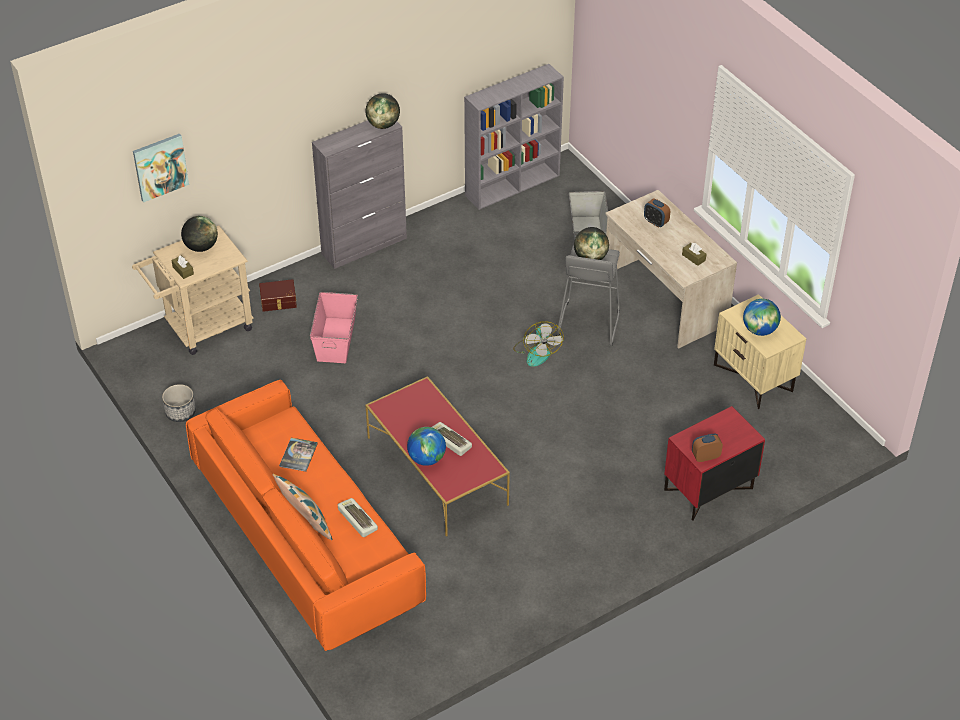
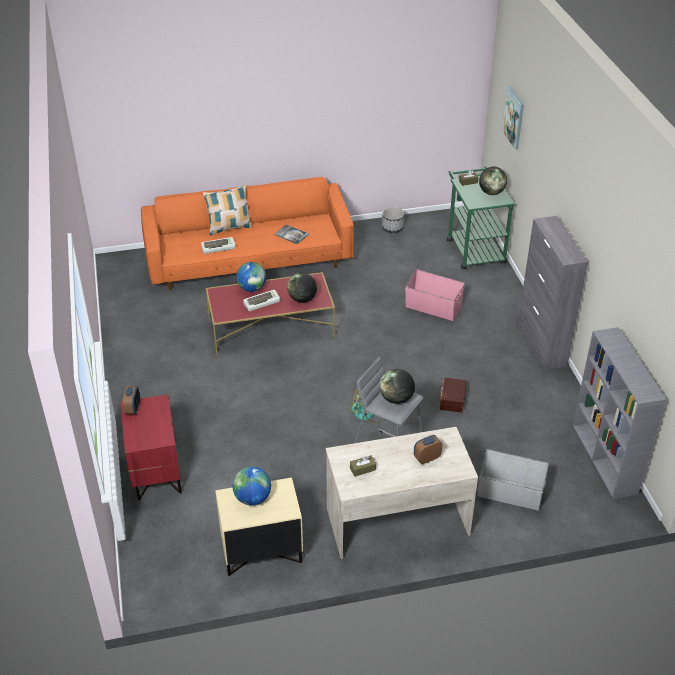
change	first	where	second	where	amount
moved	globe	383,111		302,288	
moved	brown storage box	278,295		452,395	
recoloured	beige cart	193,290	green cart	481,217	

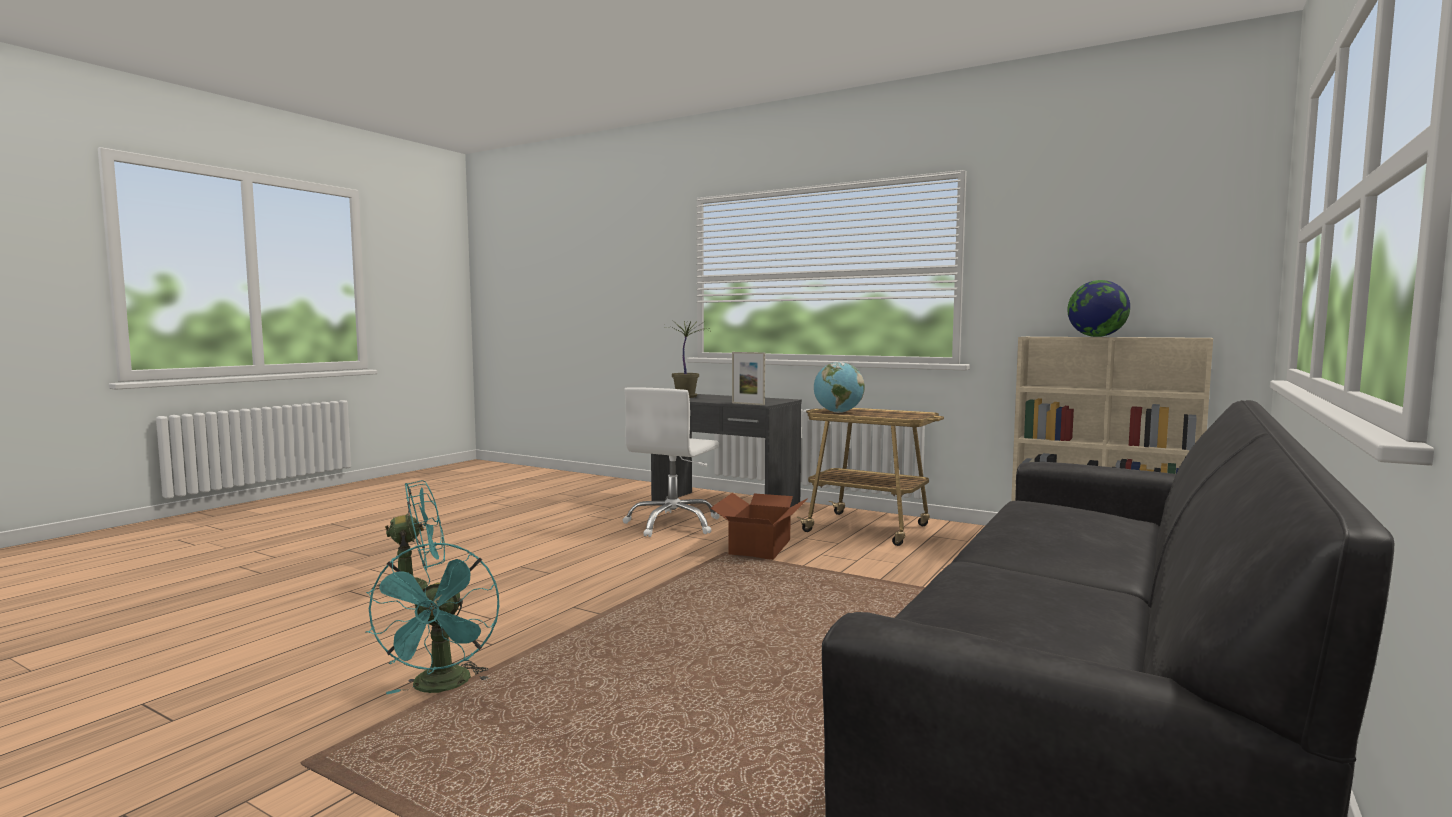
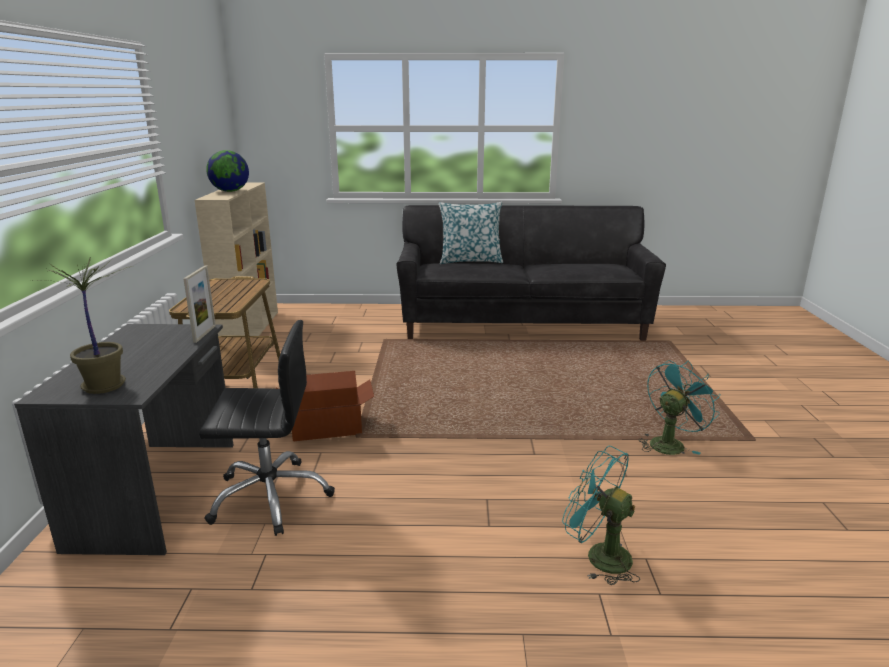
change	first	where	second	where	amount
recoloured	white office chair	671,462	black office chair	267,428	
added			pillow	471,233	
removed	globe	839,387			

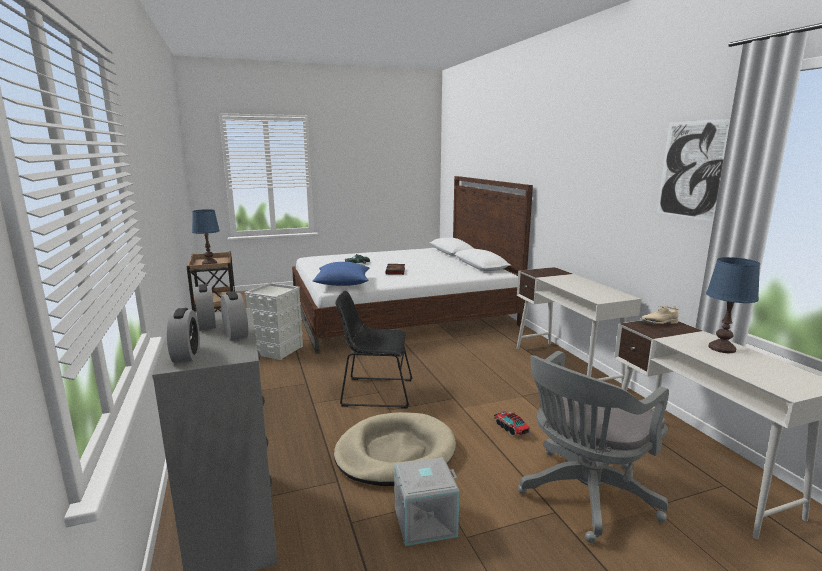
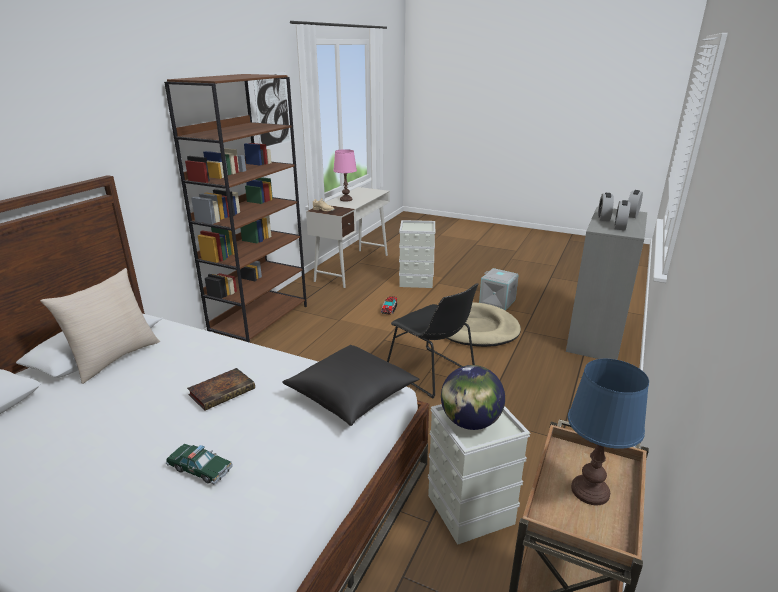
change	first	where	second	where	amount
added			beige pillow	100,326	
replaced	white desk	579,325	brown bookcase	235,208	
recoloured	blue pillow	341,274	black pillow	351,385	
recoloured	blue table lamp	733,305	pink table lamp	345,175	
replaced	grey office chair	593,447	grey storage box	417,254	
added			globe	473,397	

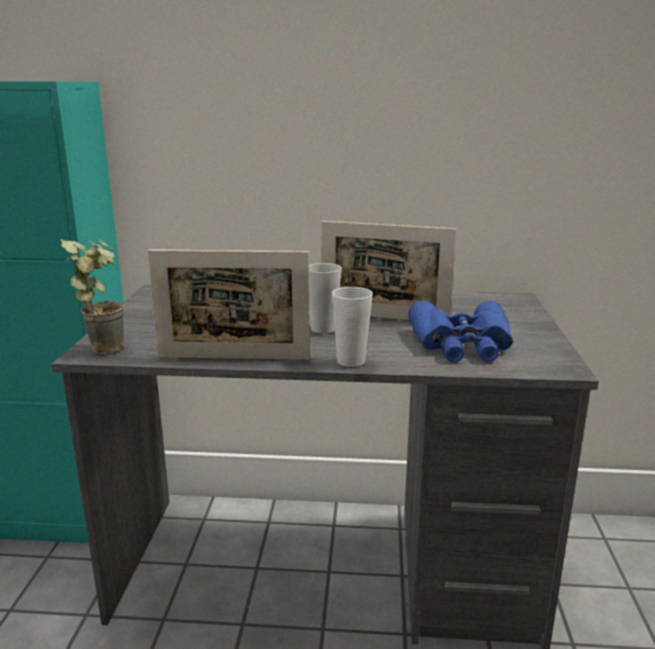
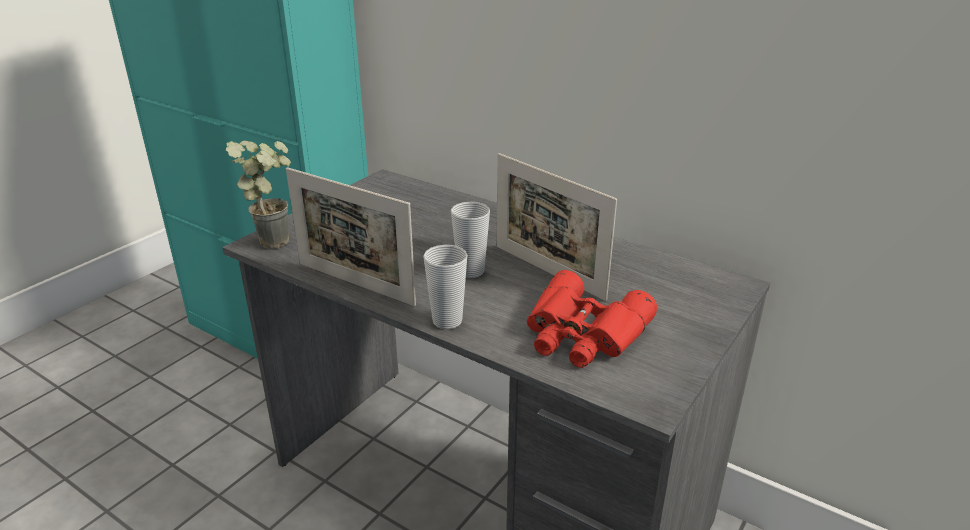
change	first	where	second	where	amount
recoloured	blue binoculars	461,331	red binoculars	592,319	

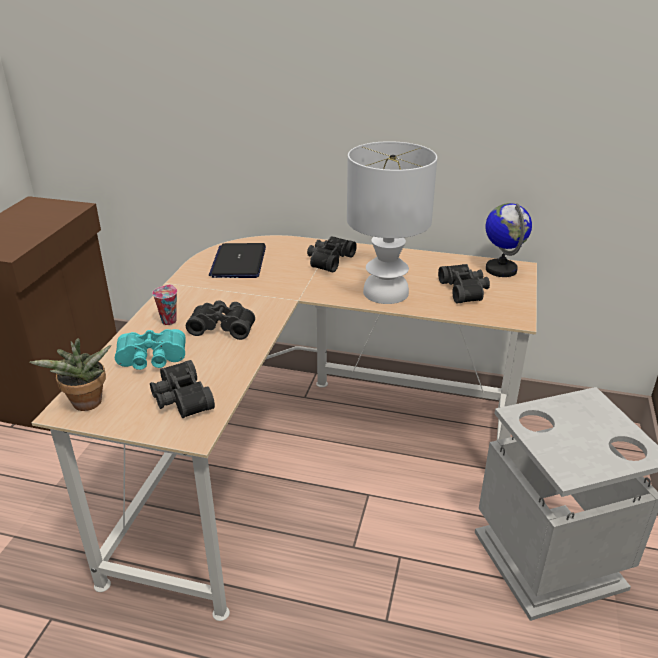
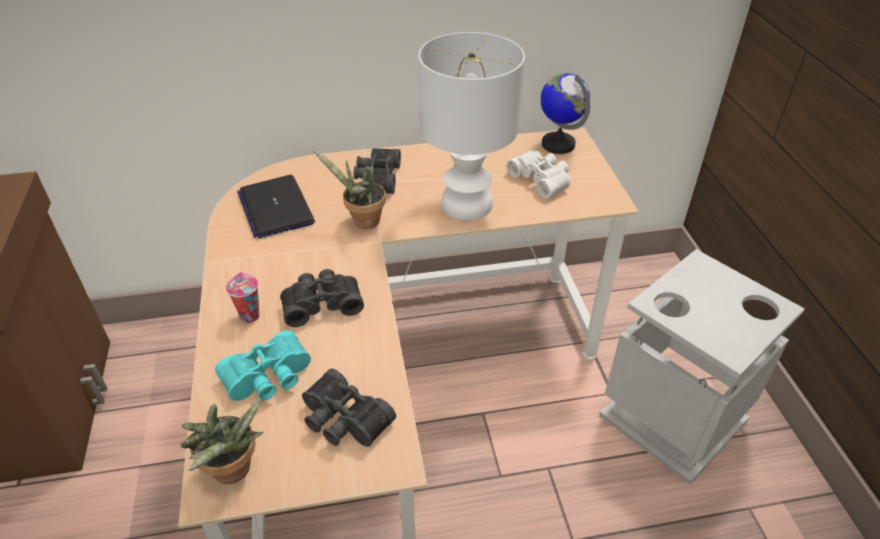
change	first	where	second	where	amount
added			potted plant	349,189	
recoloured	black binoculars	464,283	white binoculars	539,175	

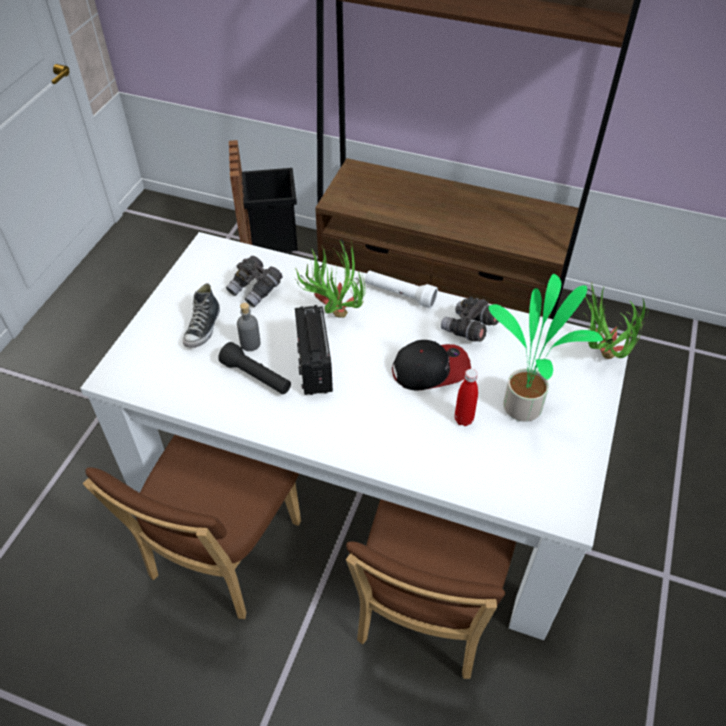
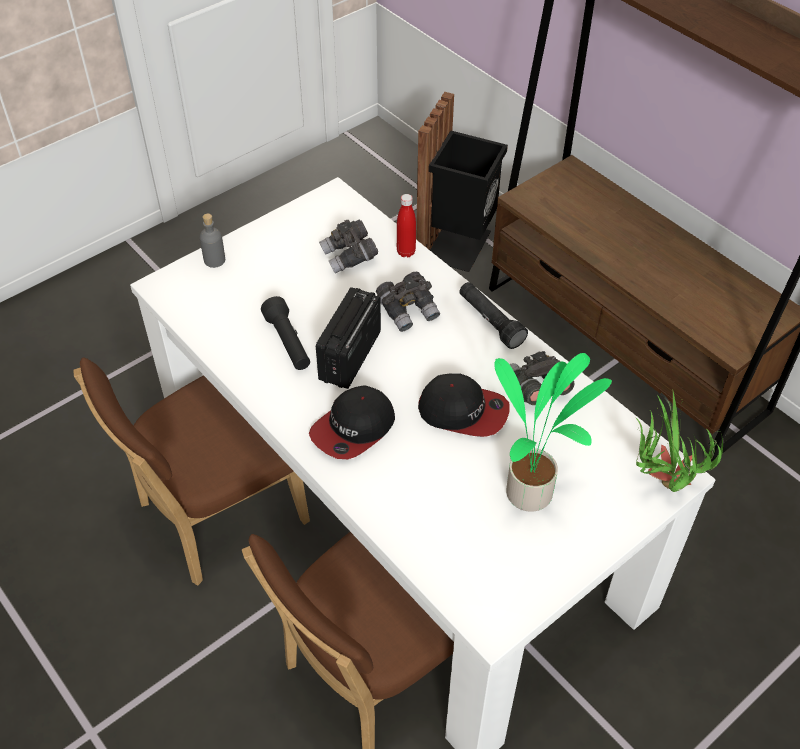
change	first	where	second	where	amount
moved	grey bottle	249,327		212,241	
added			cap	352,422	
replaced	potted plant	330,278	grey binoculars	408,302	
moved	red bottle	466,397		406,225	
recoloured	white flashlight	401,289	black flashlight	493,315	
removed	shoe	201,315			

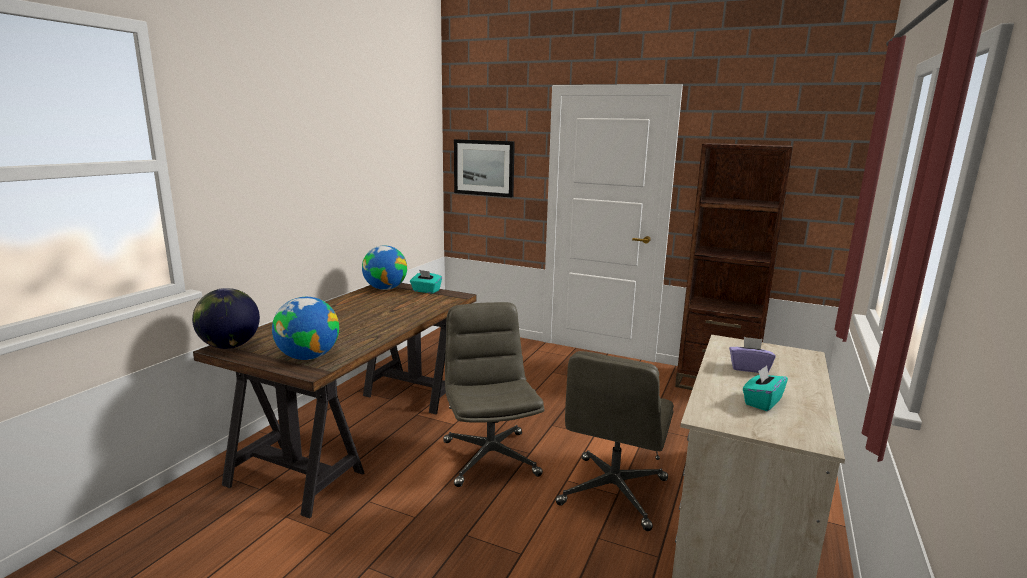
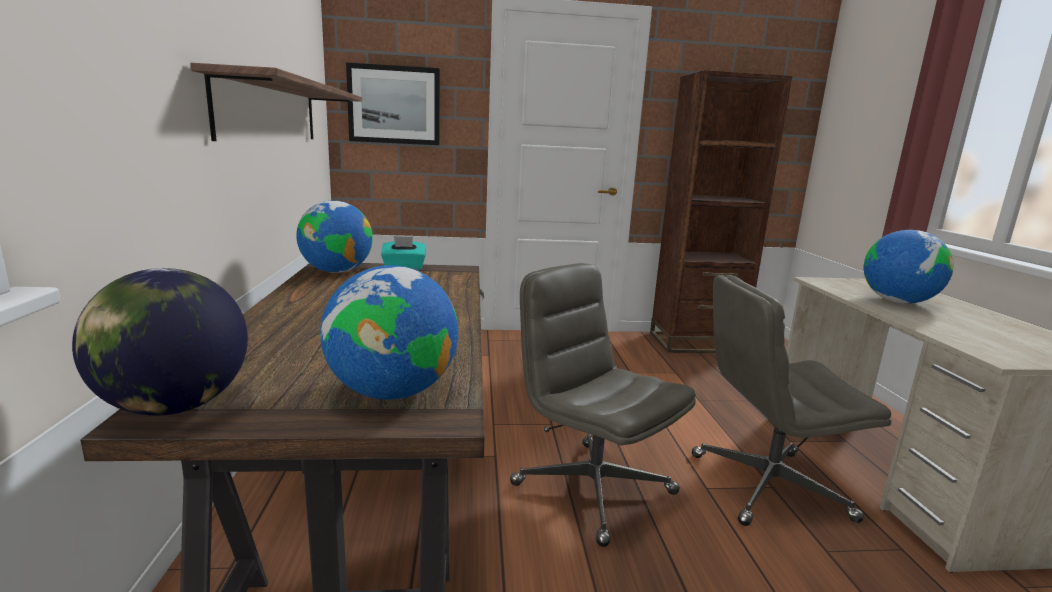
change	first	where	second	where	amount
added			shelf	276,102	
turned	grey office chair	615,441		791,400	90 degrees clockwise
replaced	purple tissue box	752,355	globe	909,267	
removed	turquoise tissue box	765,388			

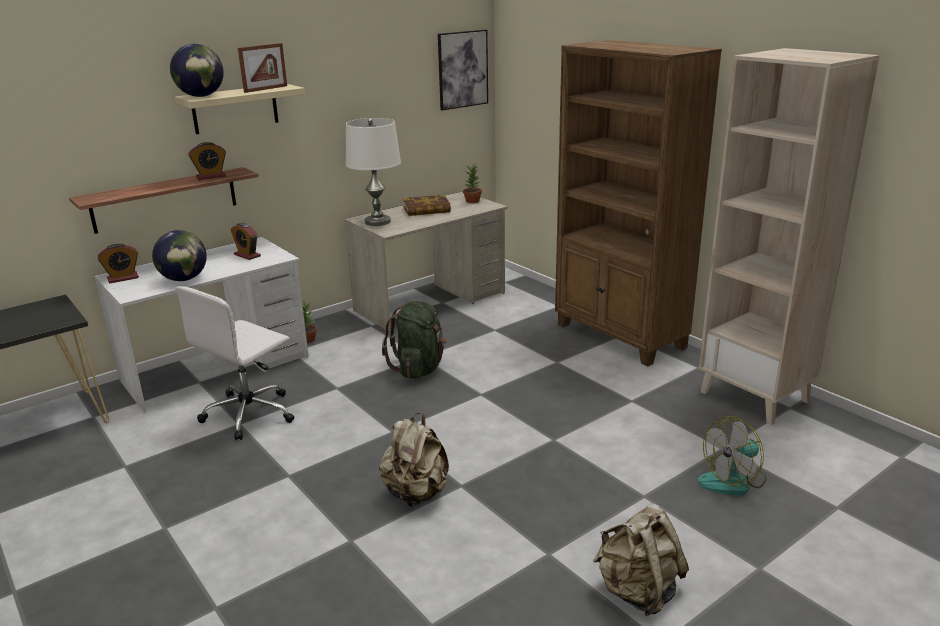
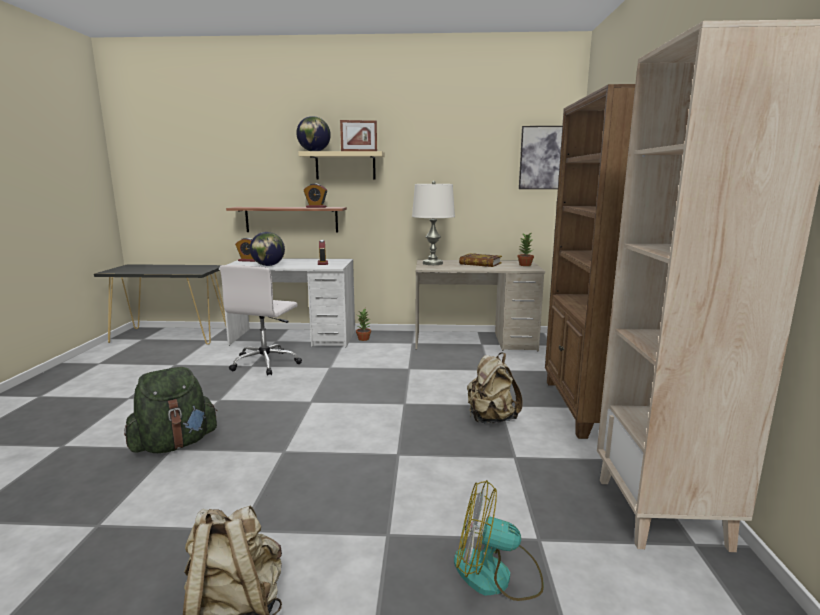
change	first	where	second	where	amount
moved	green backpack	414,340		171,410	
turned	white office chair	235,363		261,320	60 degrees counterclockwise
moved	beige backpack	414,460		495,387	

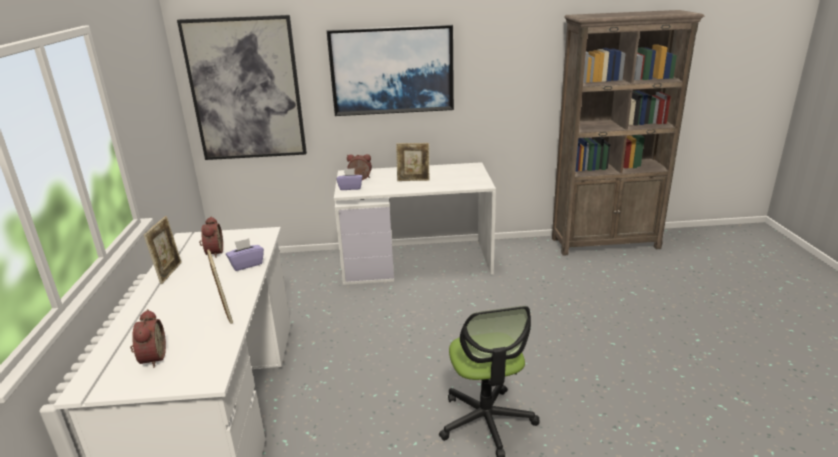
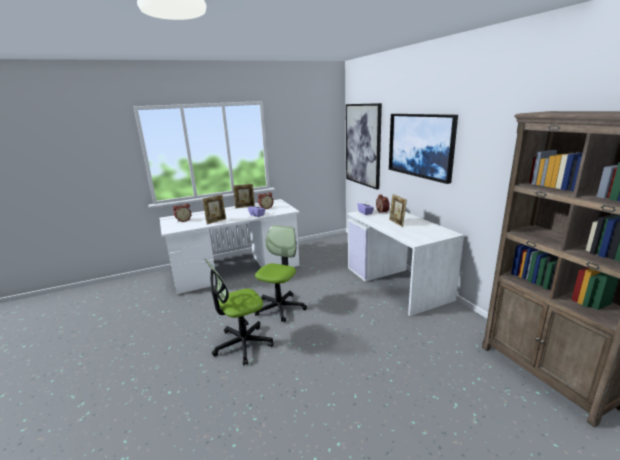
change	first	where	second	where	amount
added			office chair	281,273	

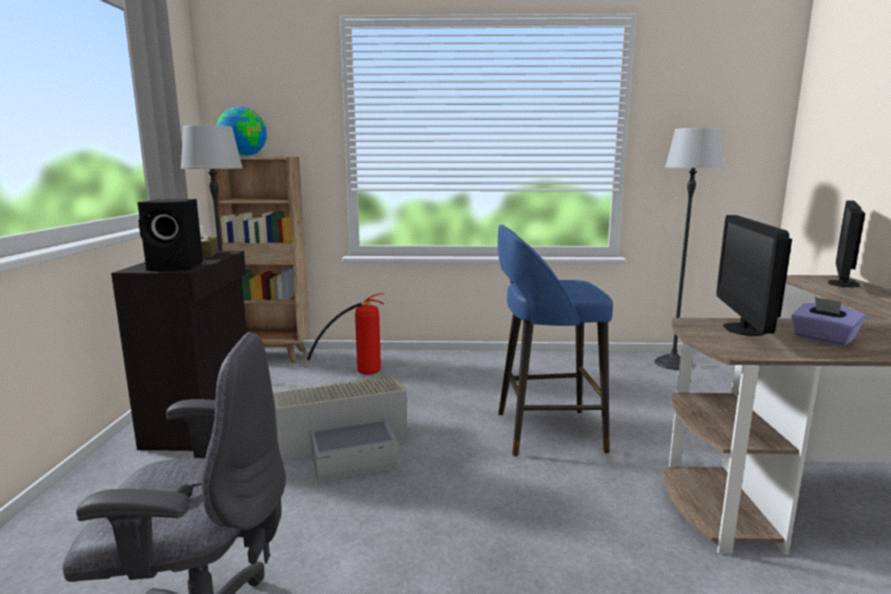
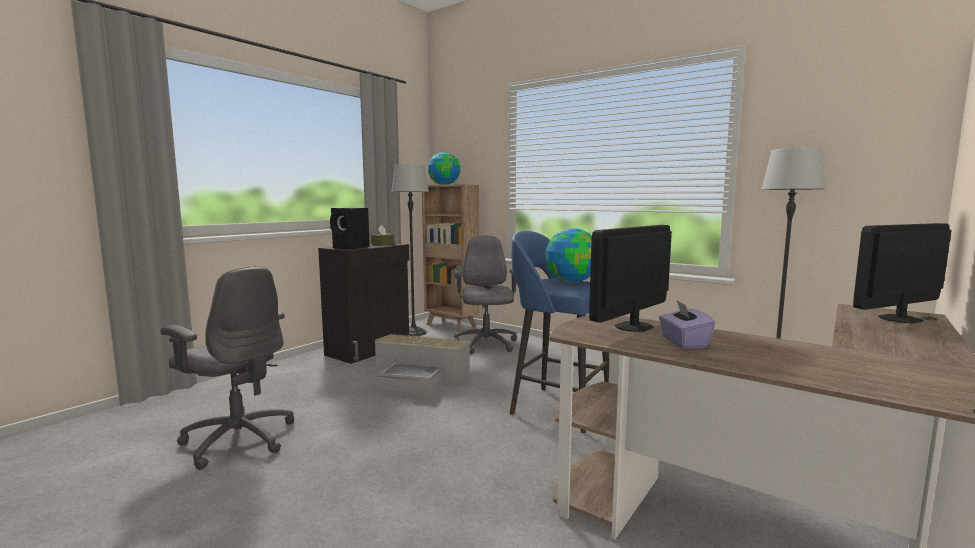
change	first	where	second	where	amount
replaced	fire extinguisher	344,334	grey office chair	485,295	
added			globe	569,255	

